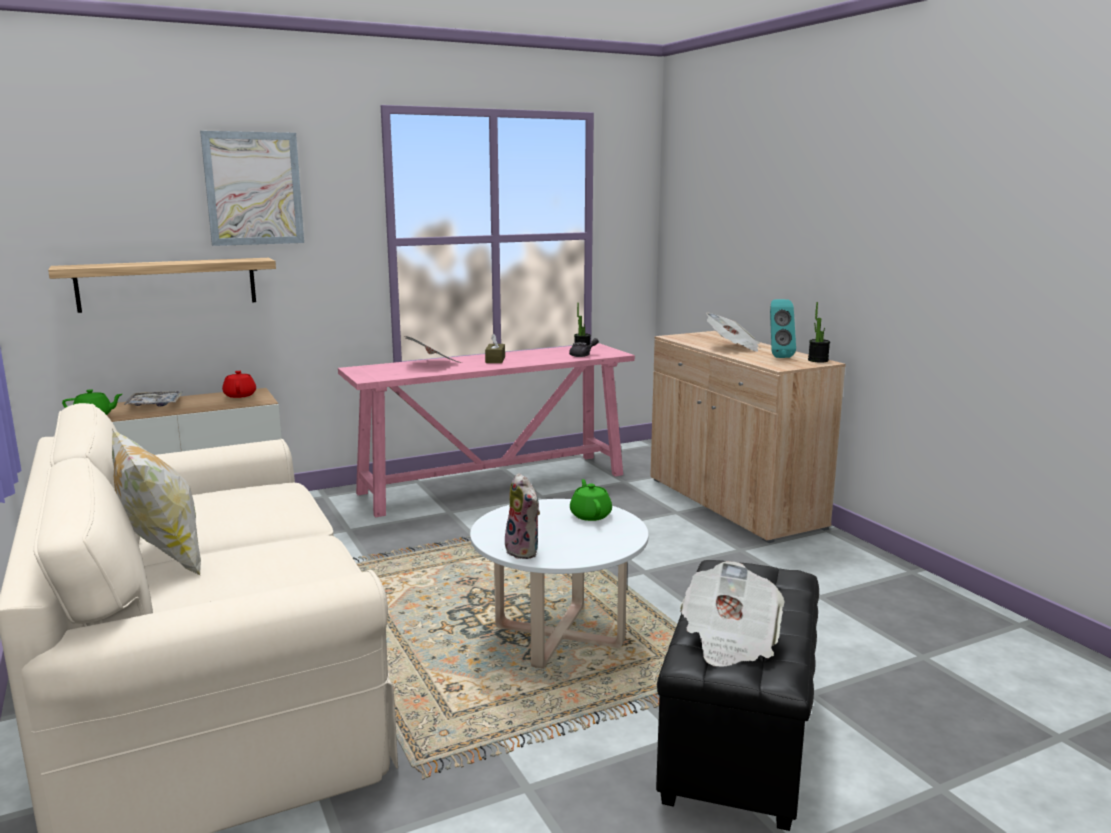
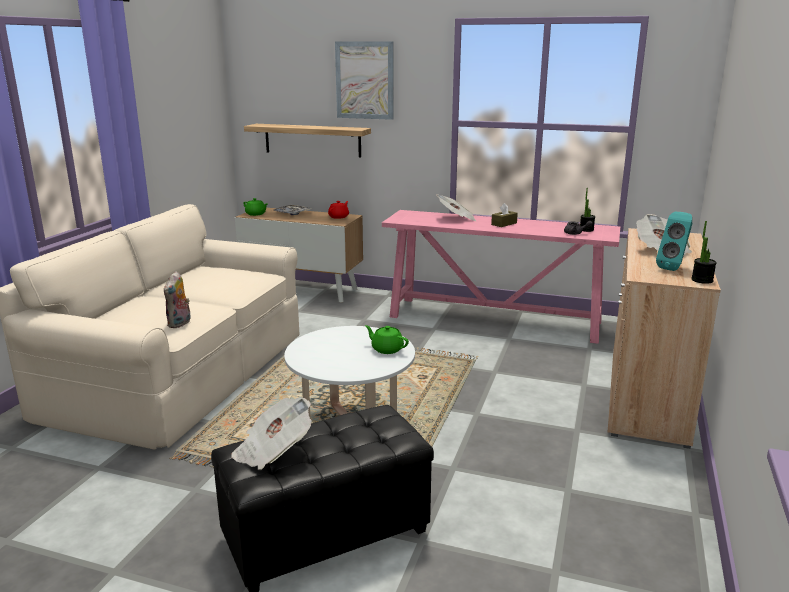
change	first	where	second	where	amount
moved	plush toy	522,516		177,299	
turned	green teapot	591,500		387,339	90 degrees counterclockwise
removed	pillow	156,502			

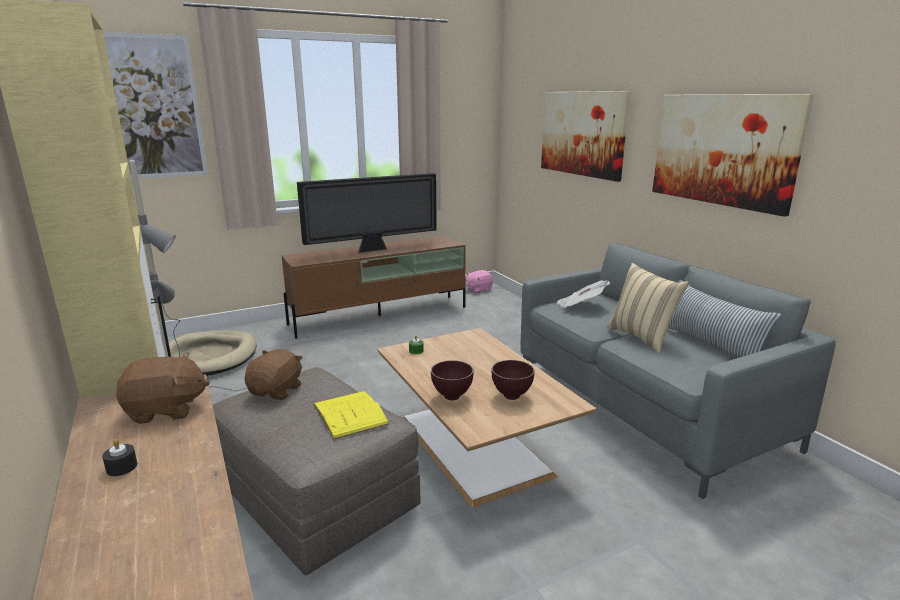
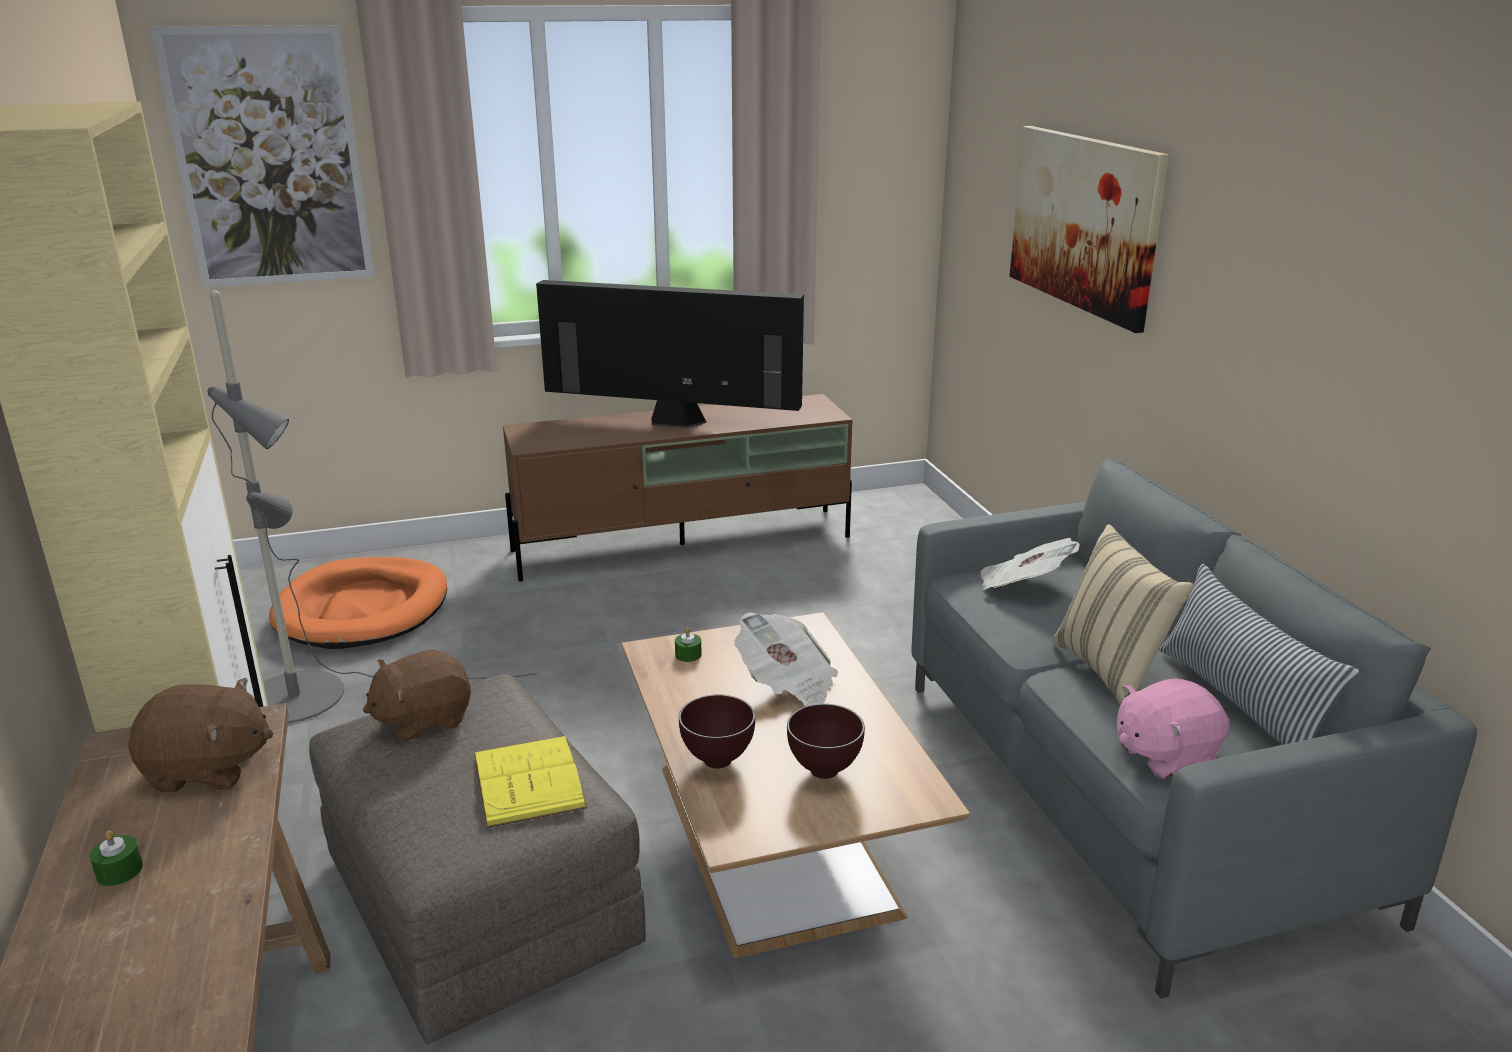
change	first	where	second	where	amount
recoloured	black candle	119,457	green candle	116,858	
recoloured	beige dog bed	210,353	orange dog bed	358,603	
turned	brown plush toy	273,374		417,696	150 degrees counterclockwise
turned	television	367,213		670,354	150 degrees counterclockwise
added			newspaper	786,659	
moved	pink plush toy	479,281		1173,728	
removed	picture	733,155			

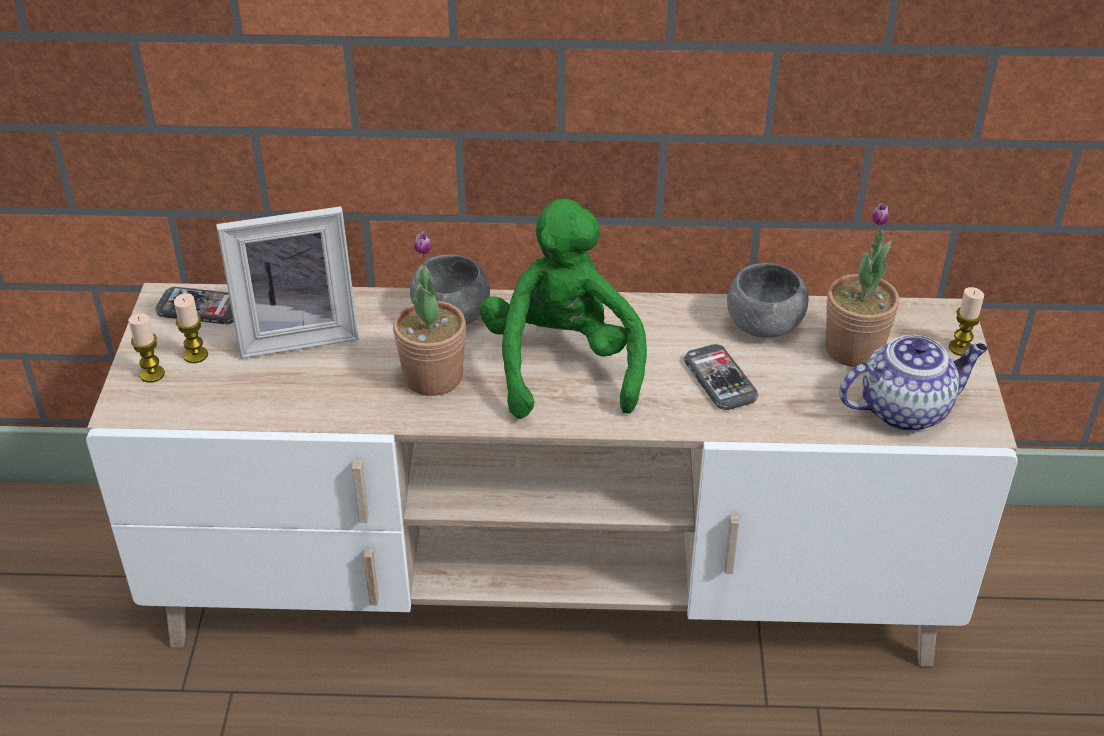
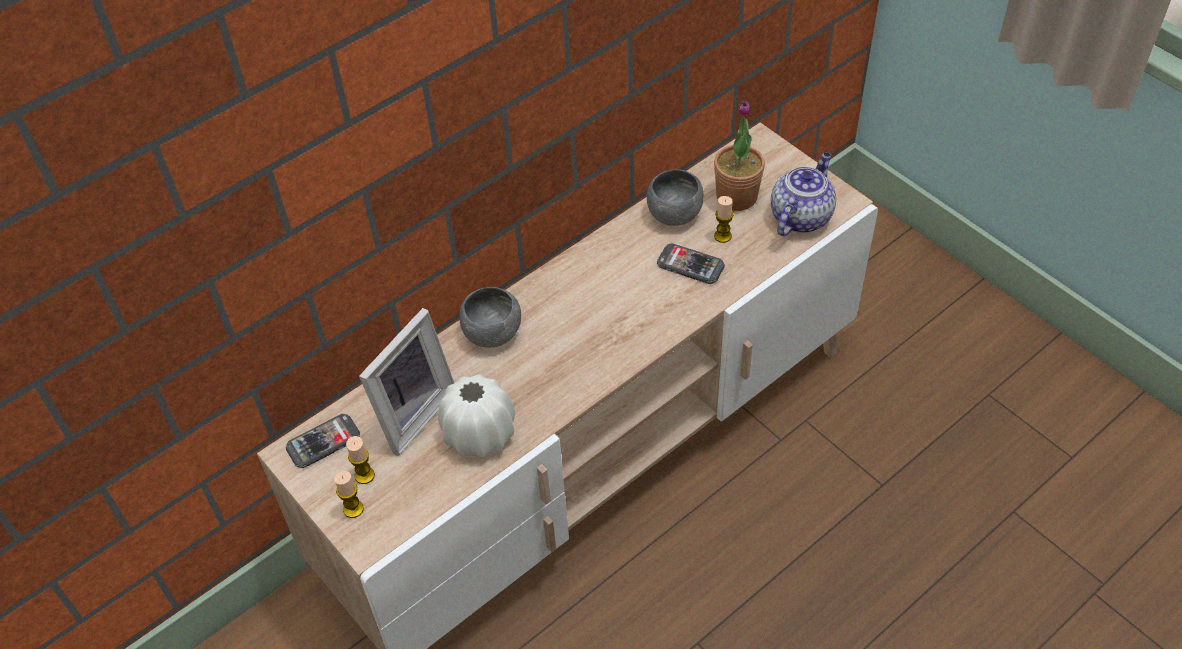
change	first	where	second	where	amount
added			white vase	476,415	
moved	candle	966,321		724,219	
removed	potted plant	429,313			
removed	green plush toy	563,309			

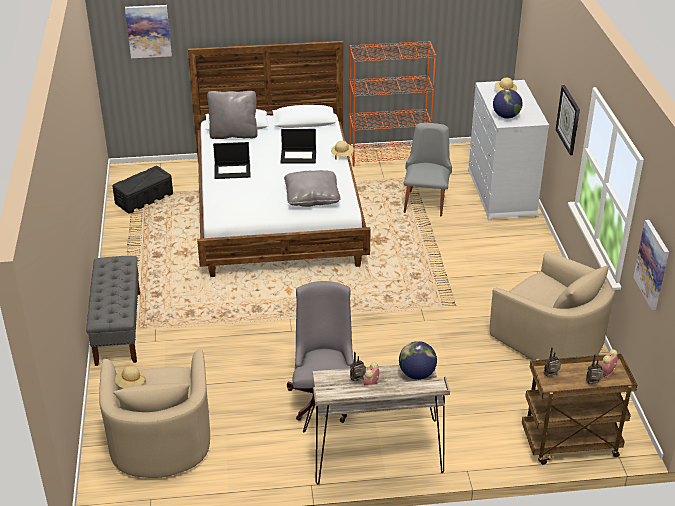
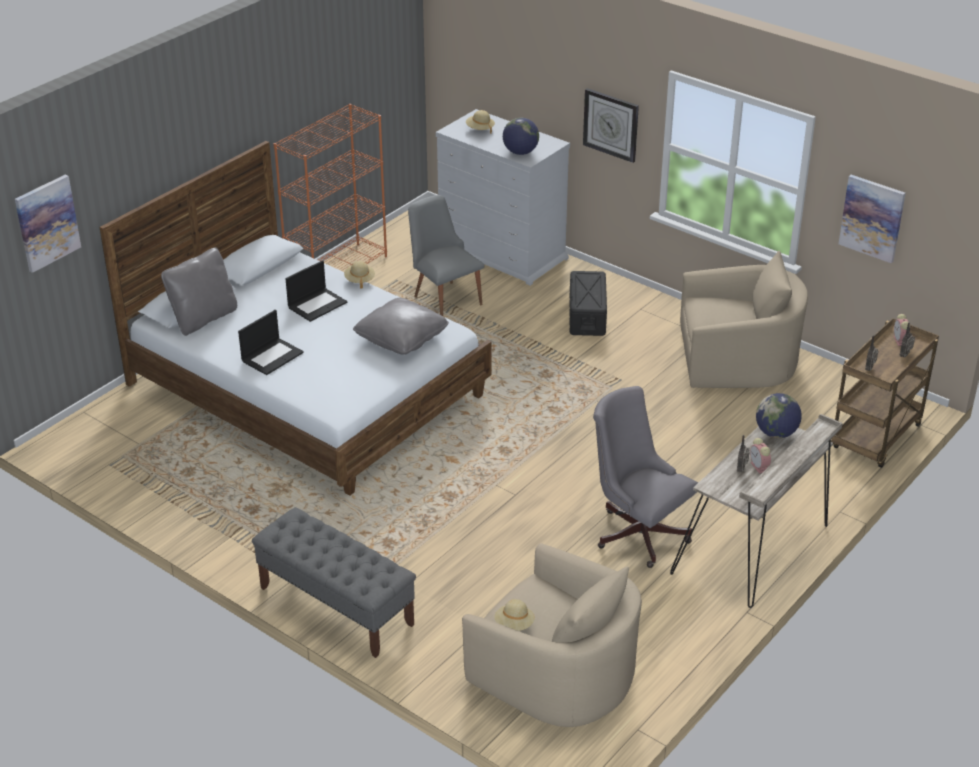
change	first	where	second	where	amount
moved	black storage box	142,190		588,303	

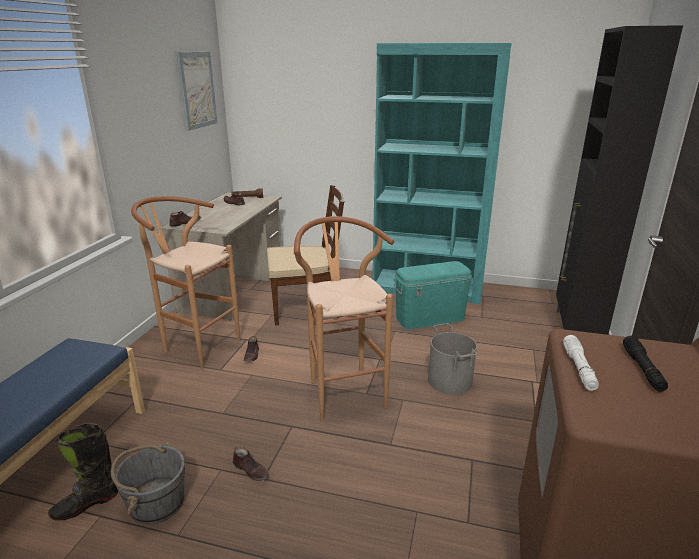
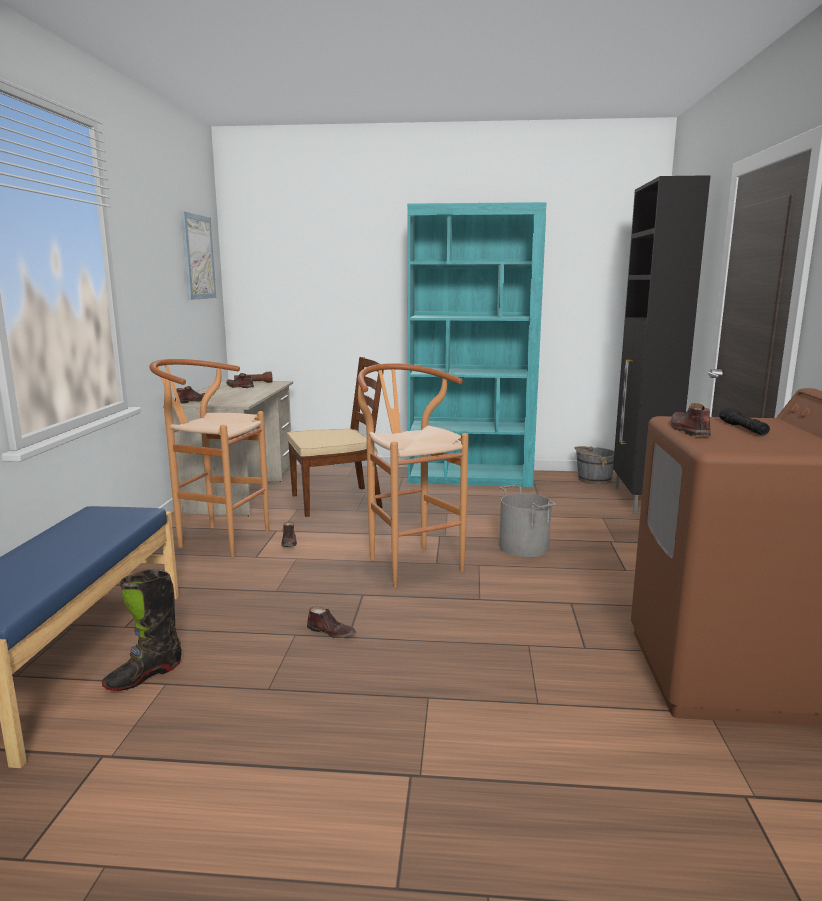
change	first	where	second	where	amount
moved	grey bucket	148,483		594,465	
replaced	white flashlight	581,363	brown shoe	690,419	
removed	turquoise storage box	433,295			

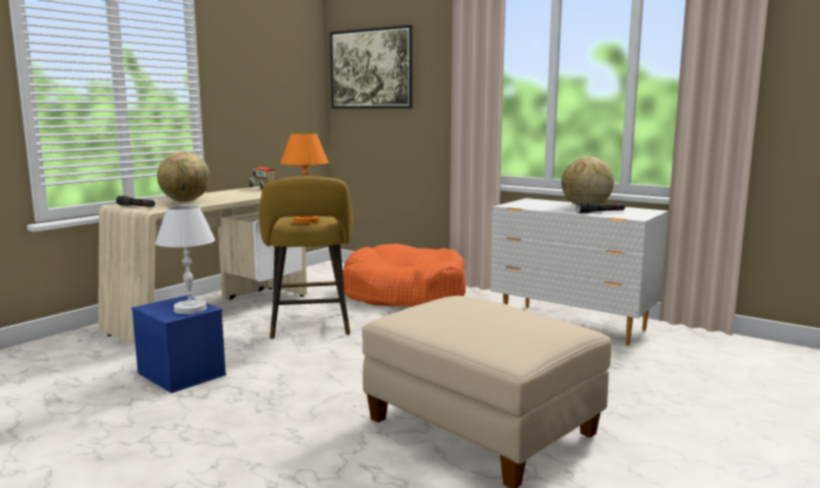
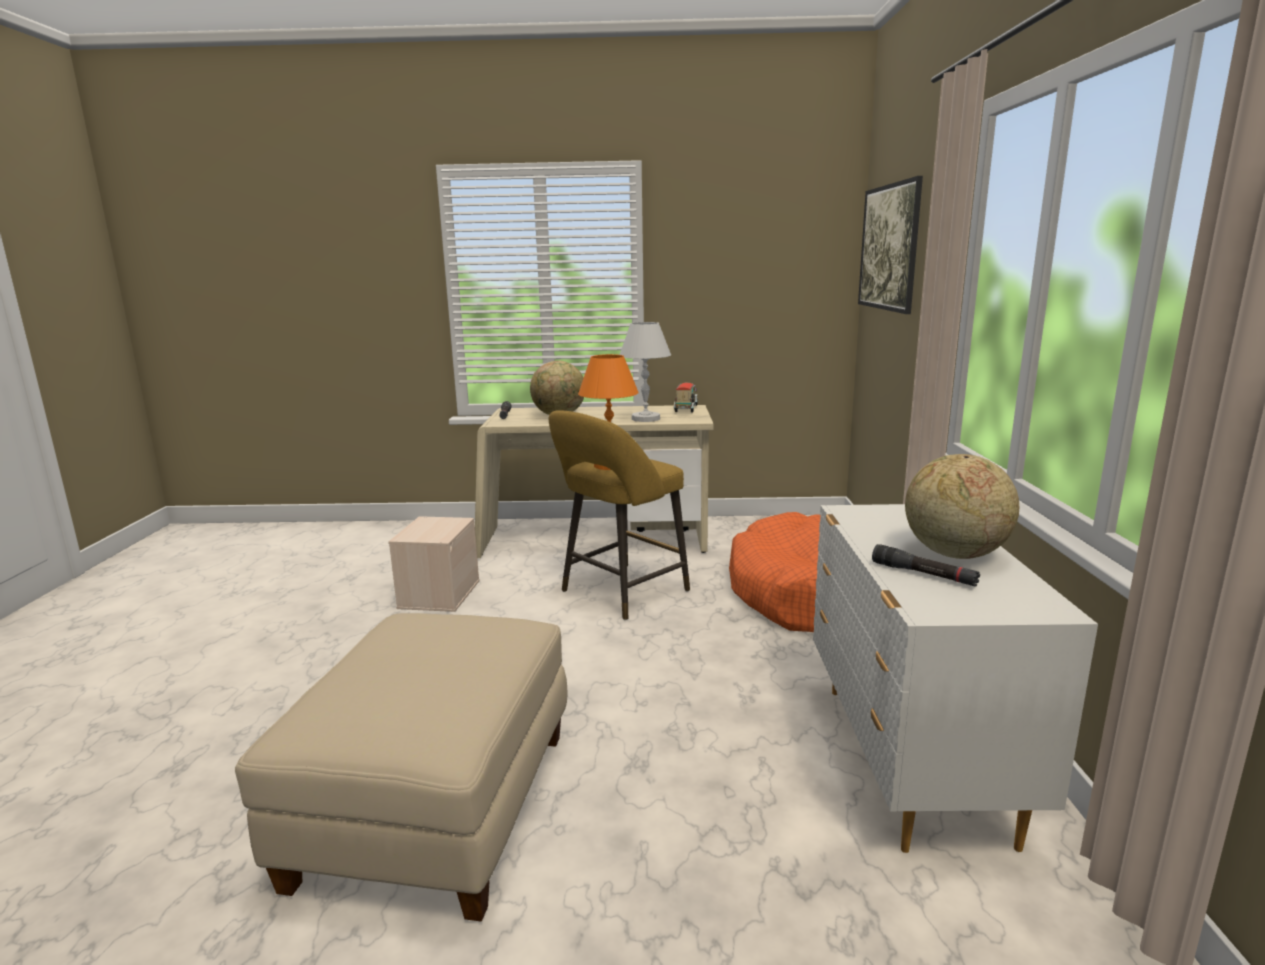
change	first	where	second	where	amount
recoloured	blue storage box	179,344	beige storage box	434,564	
moved	white table lamp	185,259		645,372	

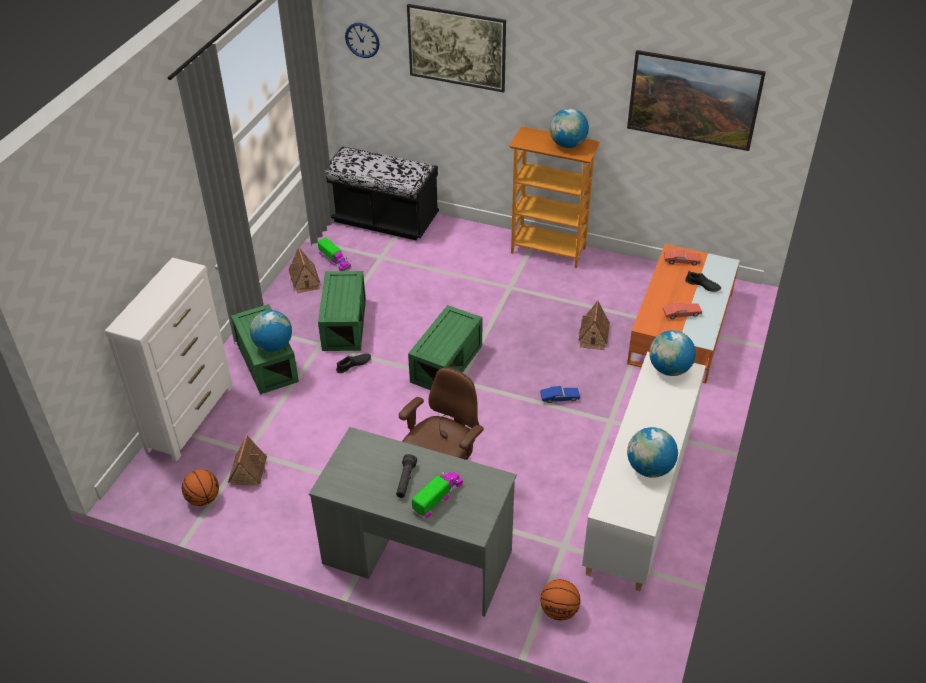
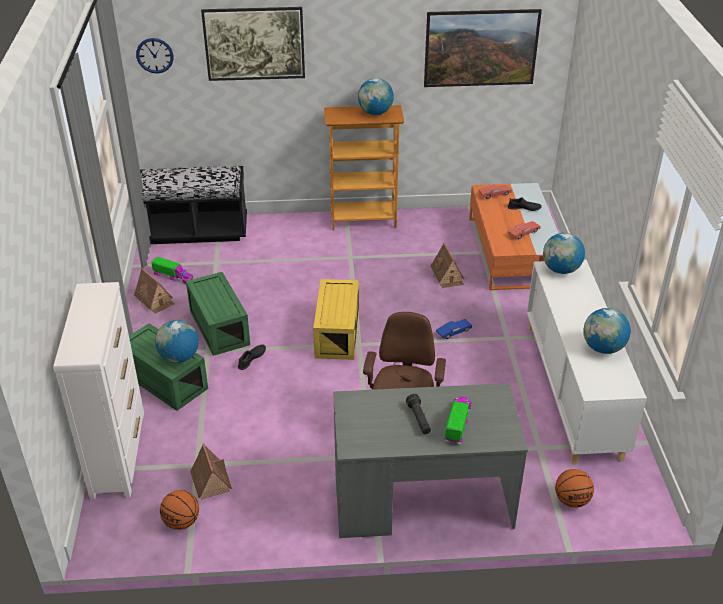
change	first	where	second	where	amount
recoloured	green storage box	445,347	yellow storage box	336,319	

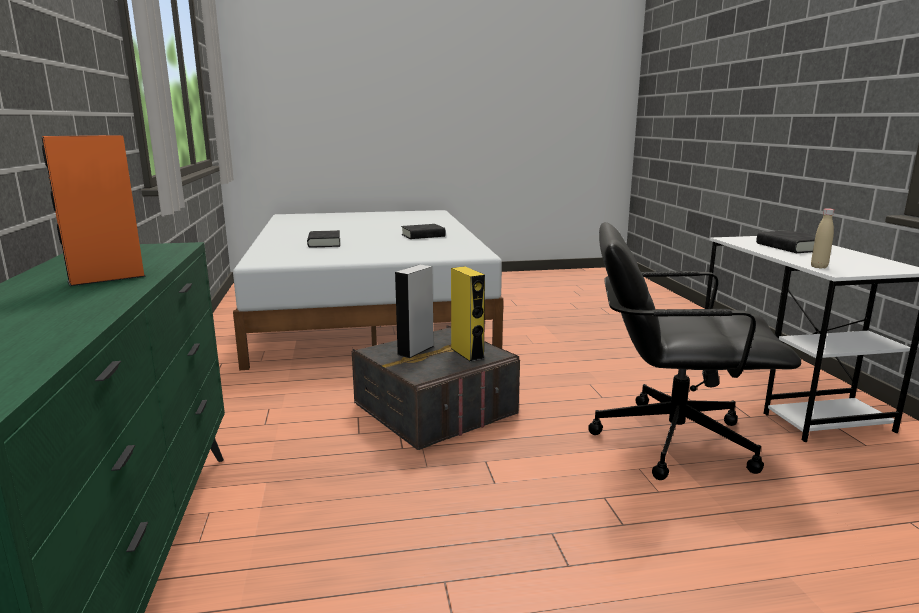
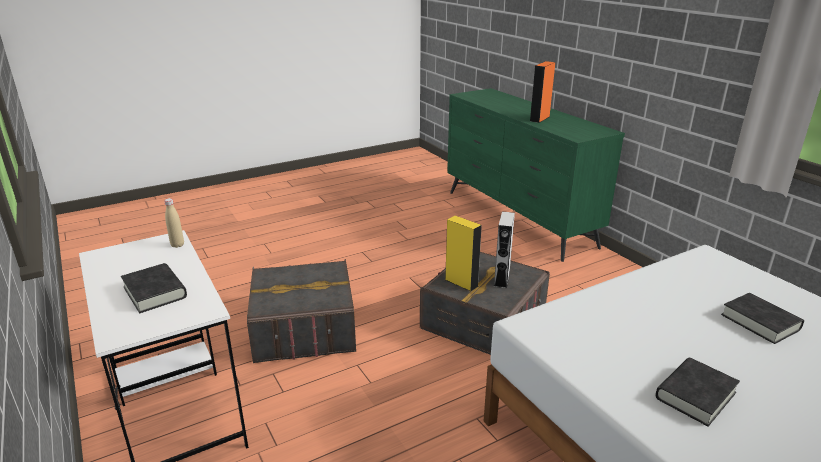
change	first	where	second	where	amount
replaced	black office chair	694,351	grey storage box	301,311	

